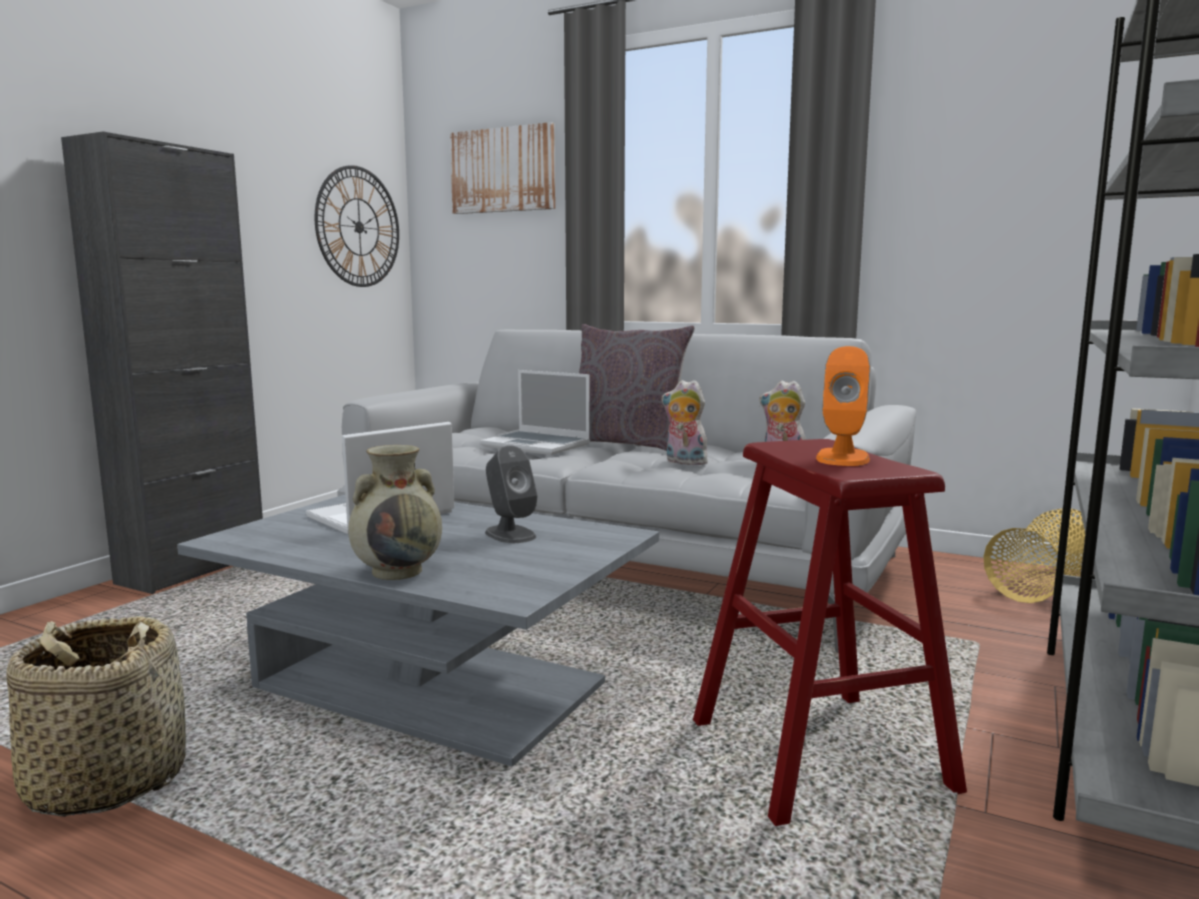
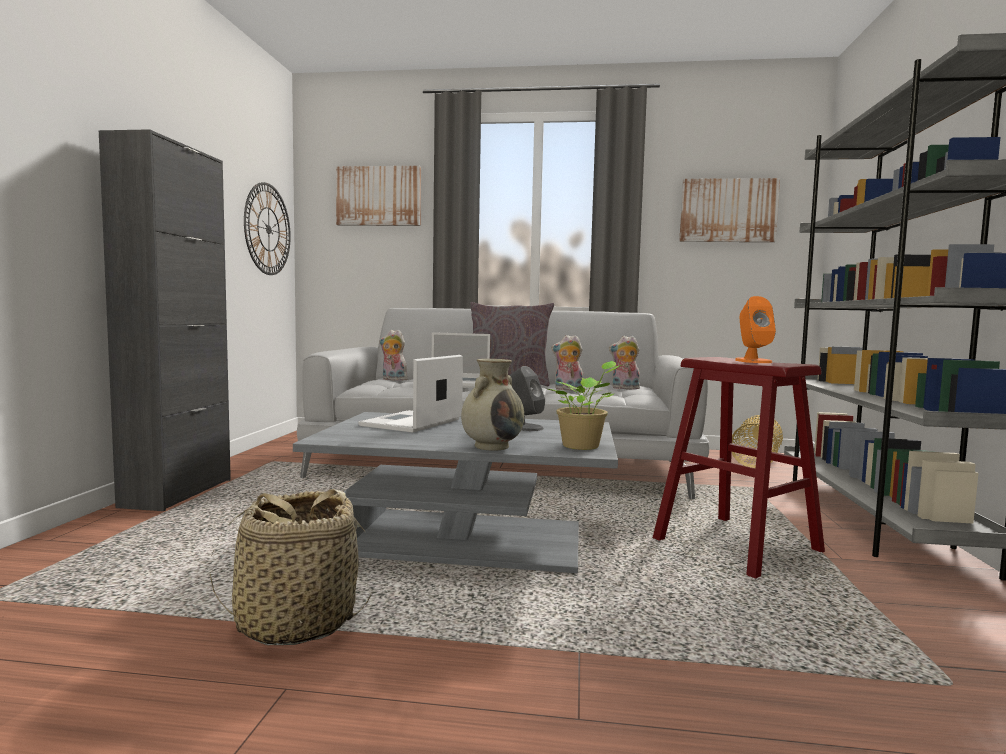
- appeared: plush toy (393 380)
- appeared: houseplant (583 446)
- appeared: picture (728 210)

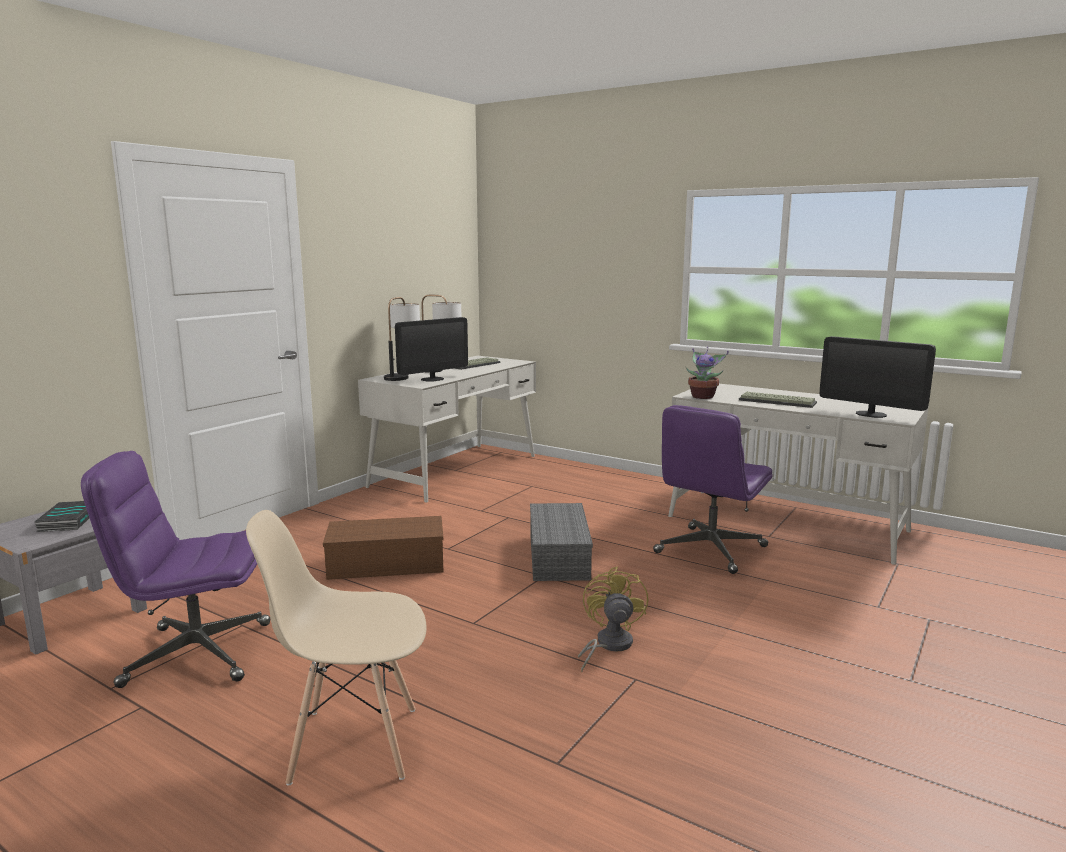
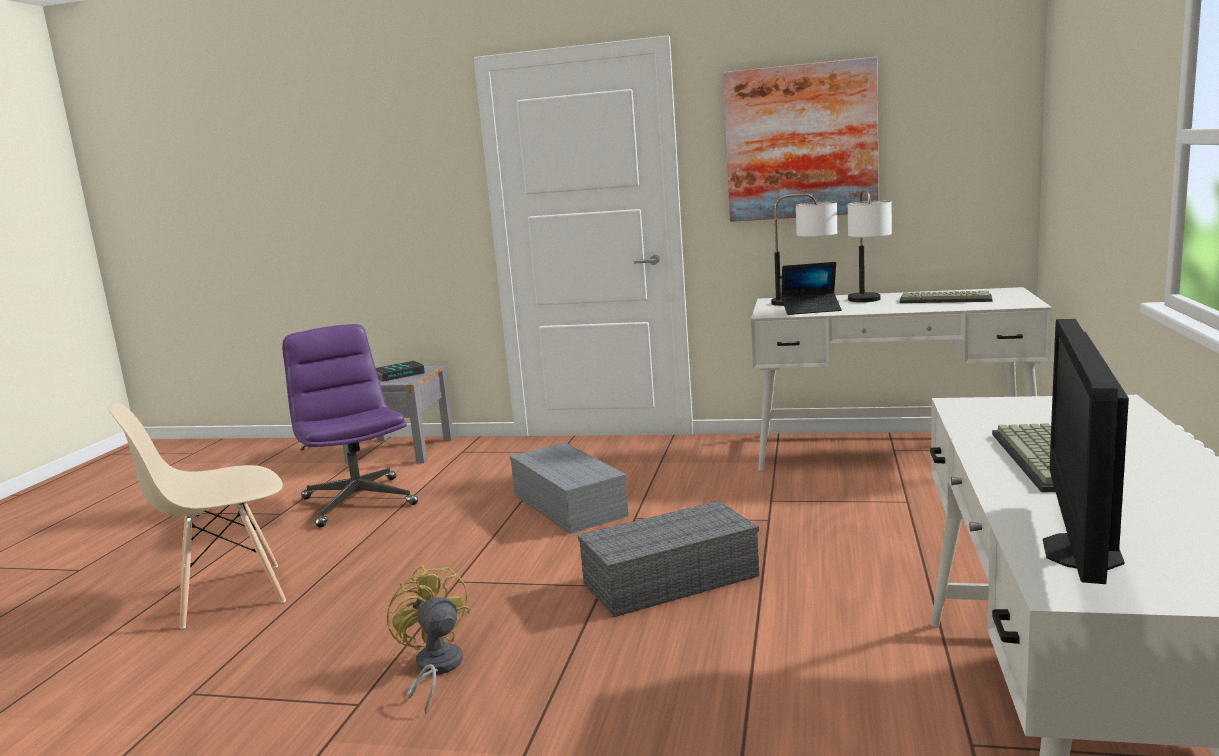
- spun: beige-coloured upright chair (353 744) = (230 595) 90 degrees counterclockwise
- colour: brown-coloured storage container (384 564) to gray storage container (566 505)
- exchanged: computer display (432 379) to portable computer (811 310)
- spun: yellow electric fan (608 645) = (435 669) 105 degrees counterclockwise
- missing: purplish computer chair (710 550)
- missing: houseplant (703 396)
- appeared: picture (800 142)

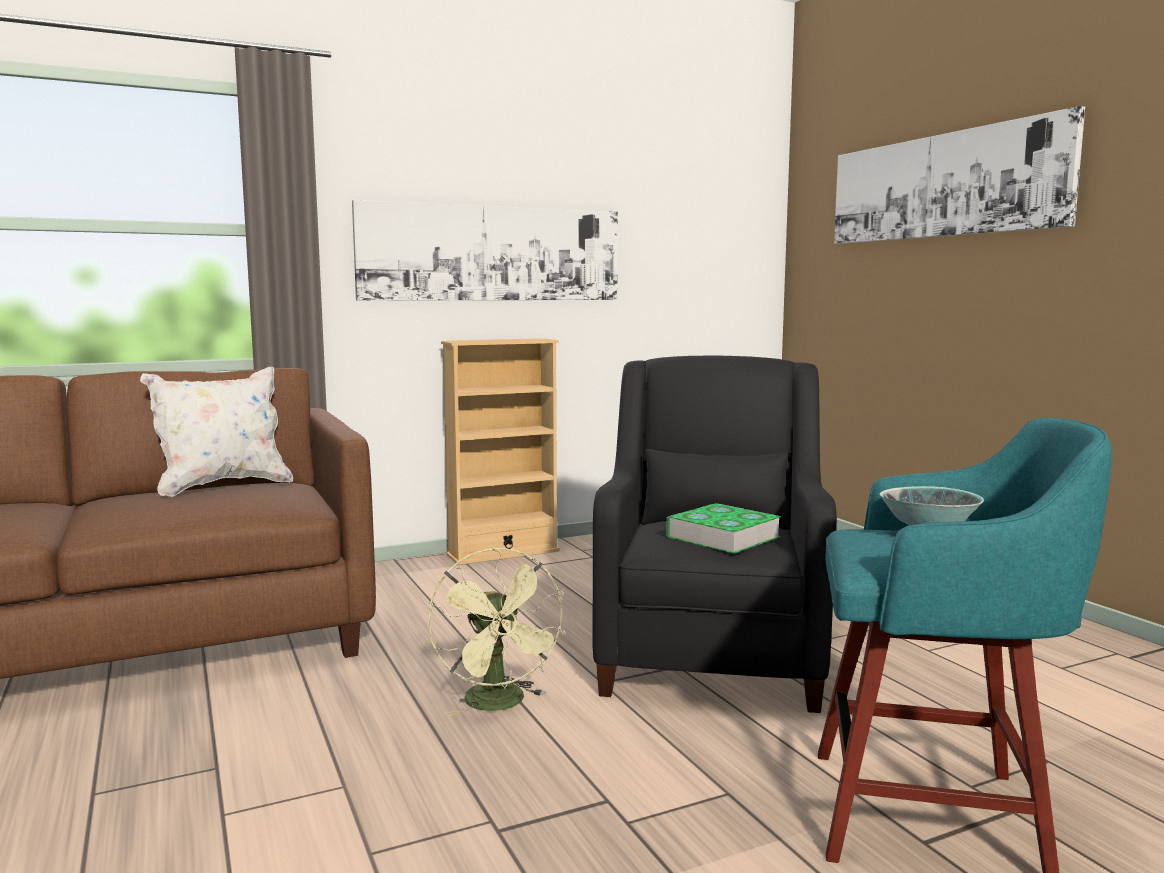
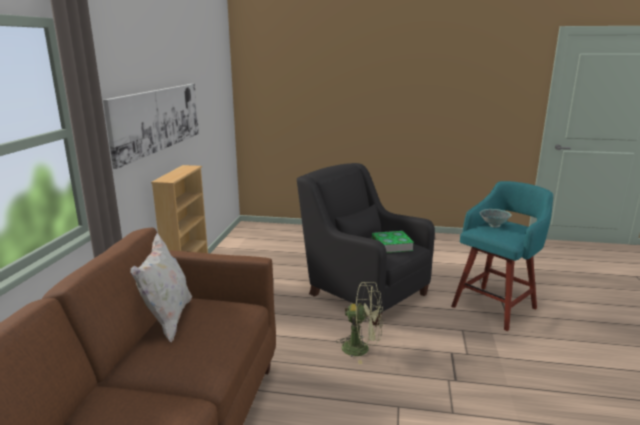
- missing: picture (942 186)

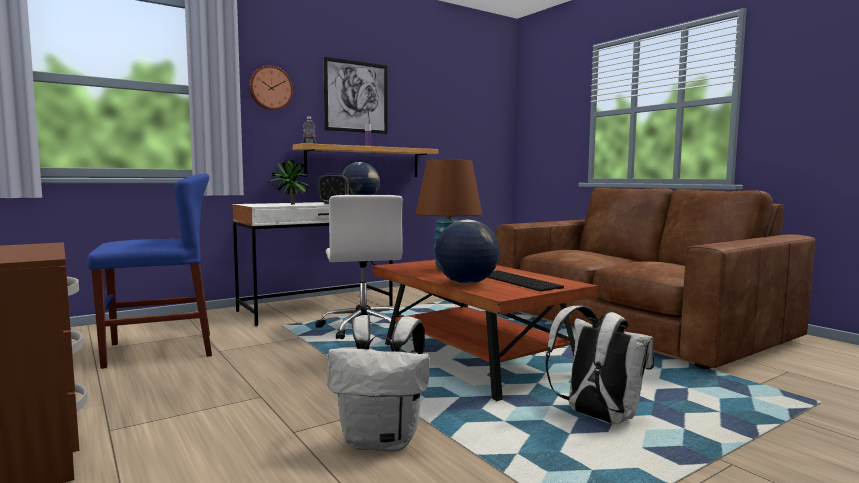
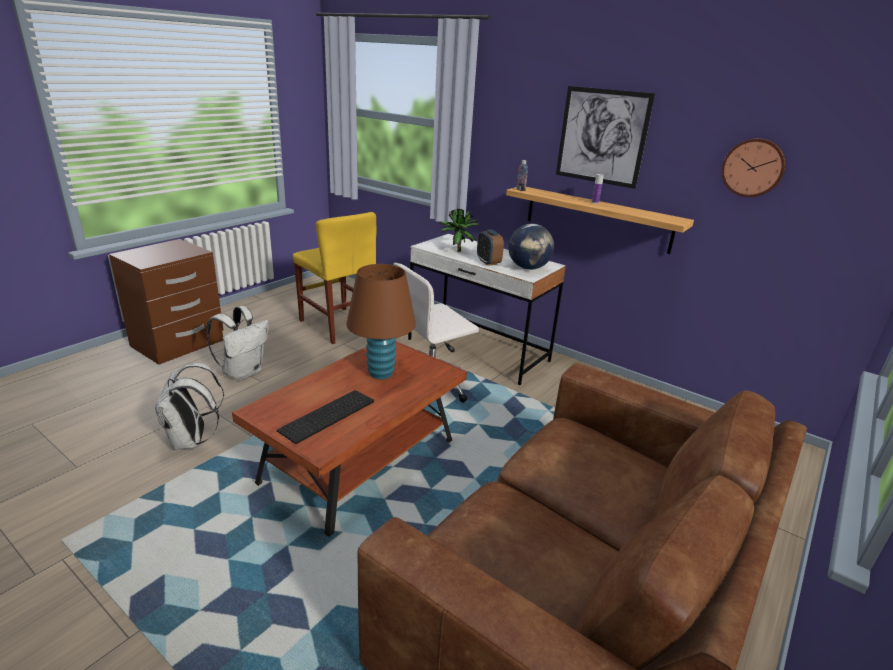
- colour: bluish upright chair (160 350) to yellow upright chair (338 325)
- relocated: wall clock (270 88) to (753 167)
- missing: globe (466 283)
- relocated: white-coloured backpack (597 417) to (243 372)

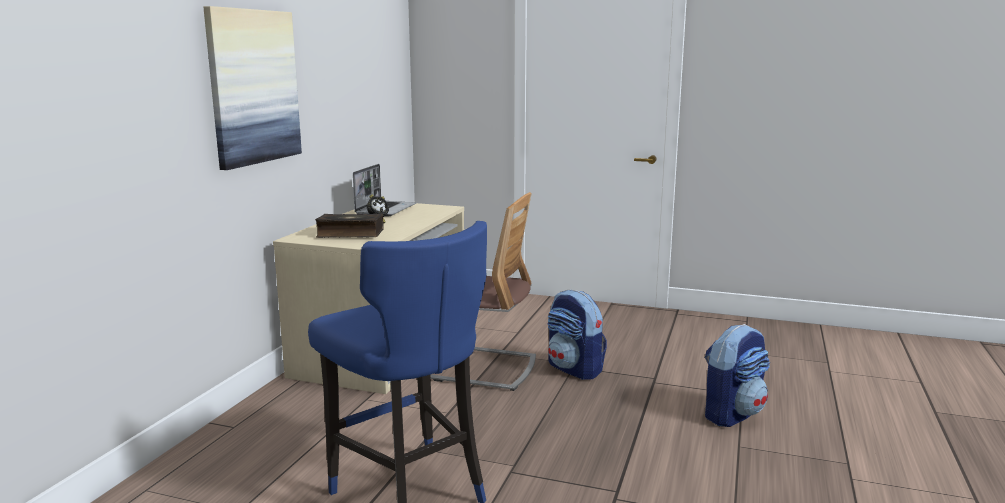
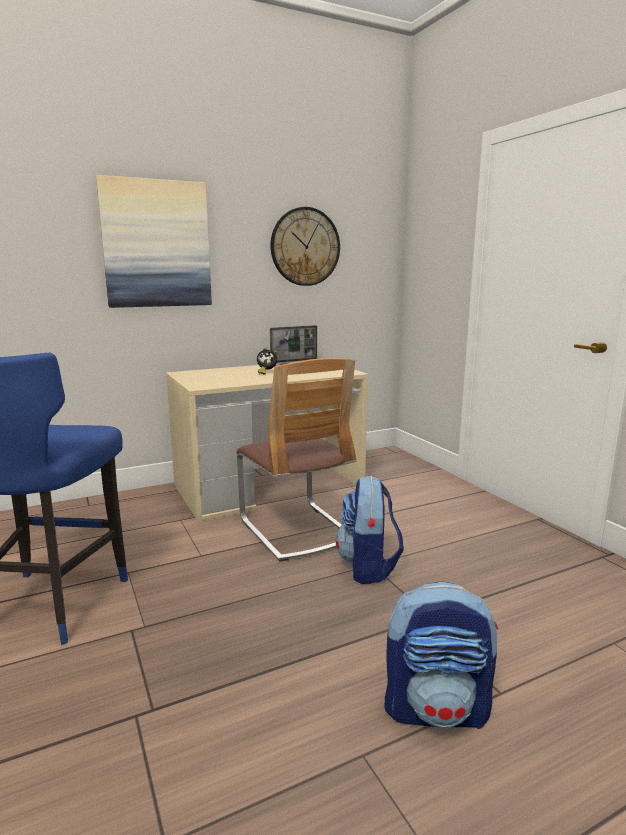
- missing: book (350 234)
- appeared: wall clock (305 247)

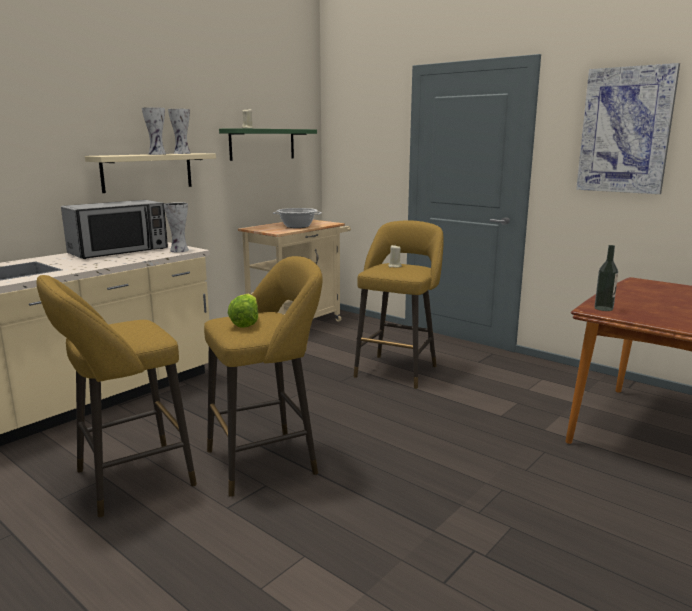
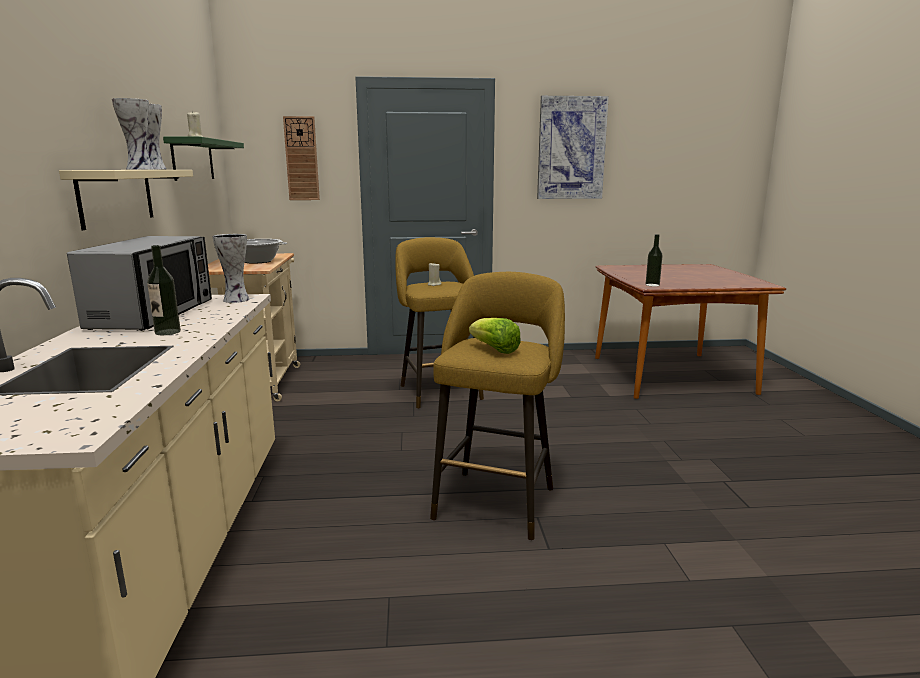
- missing: yellow sitting stool (127 480)
- appeared: drink bottle (167 332)
- appeared: wall clock (301 159)

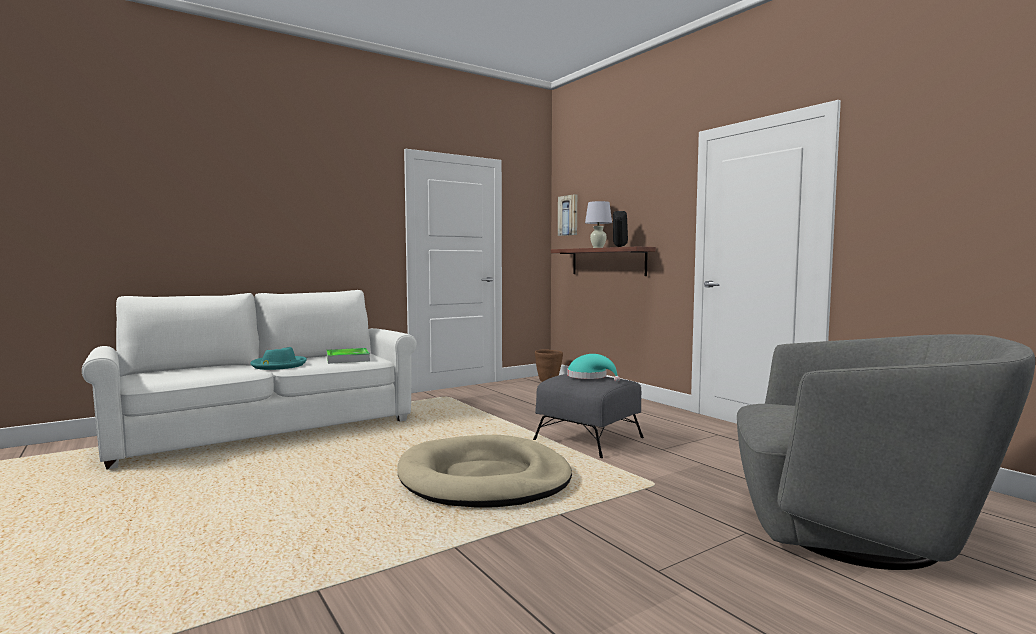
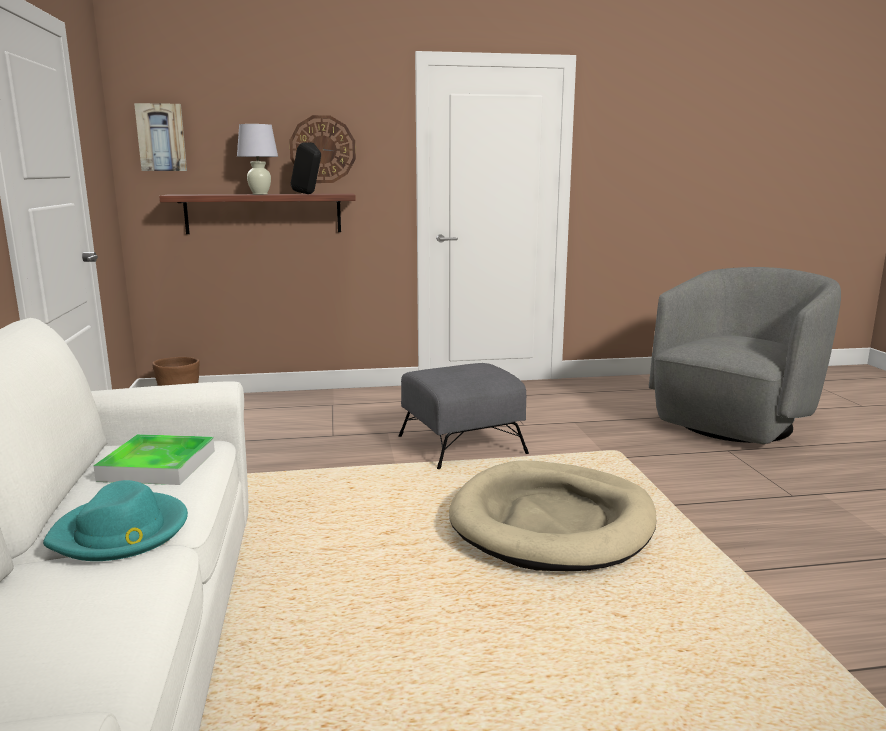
- missing: turquoise-coloured clothing hat (590 377)
- appeared: wall clock (322 149)

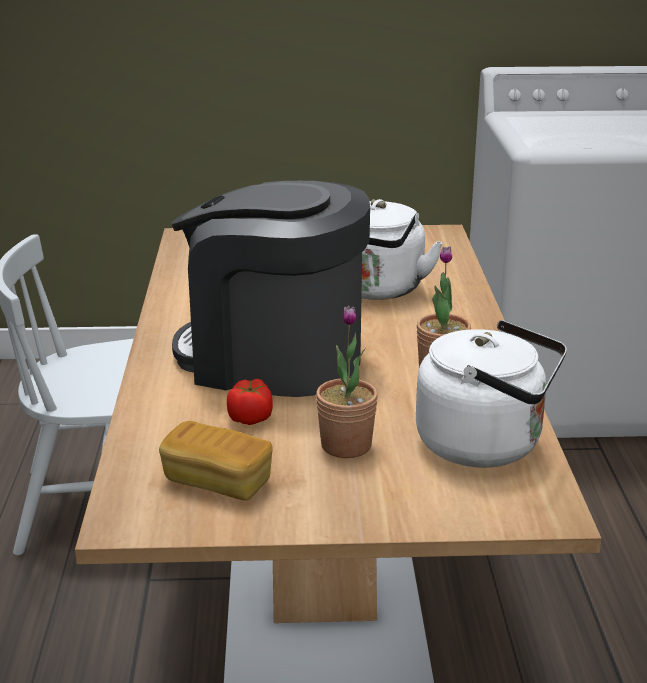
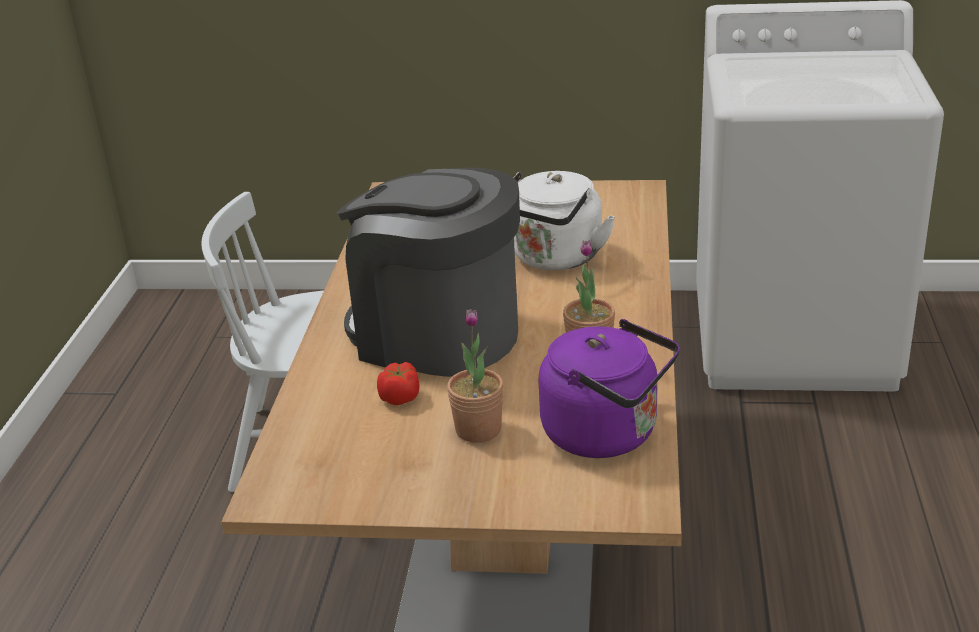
- missing: bread (217 481)
- colour: white-coloured tea kettle (487 445) to purplish tea kettle (607 434)

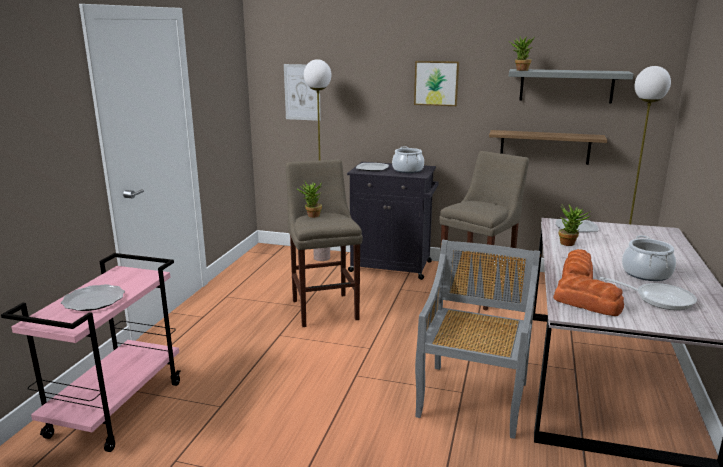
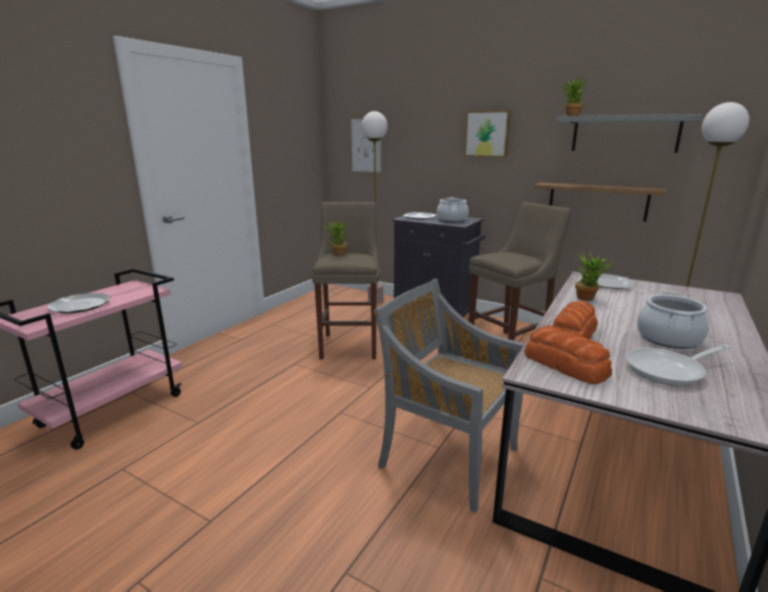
- spun: gray upright chair (472 398) = (447 456) 90 degrees counterclockwise
- spun: pan (658 299) = (669 370) 120 degrees clockwise

